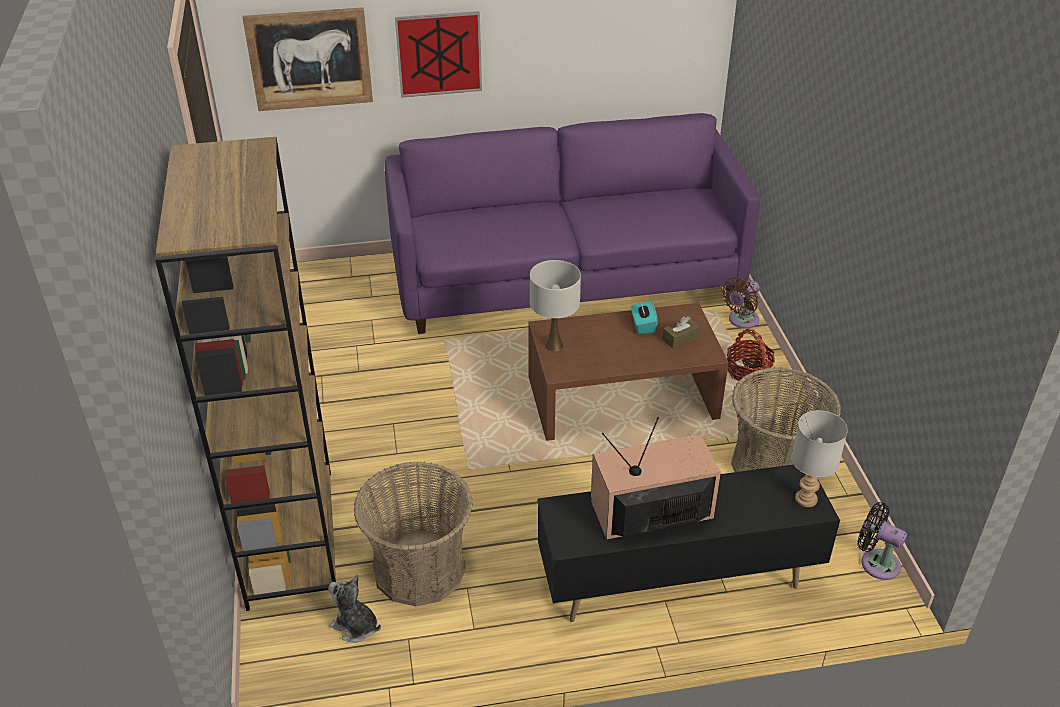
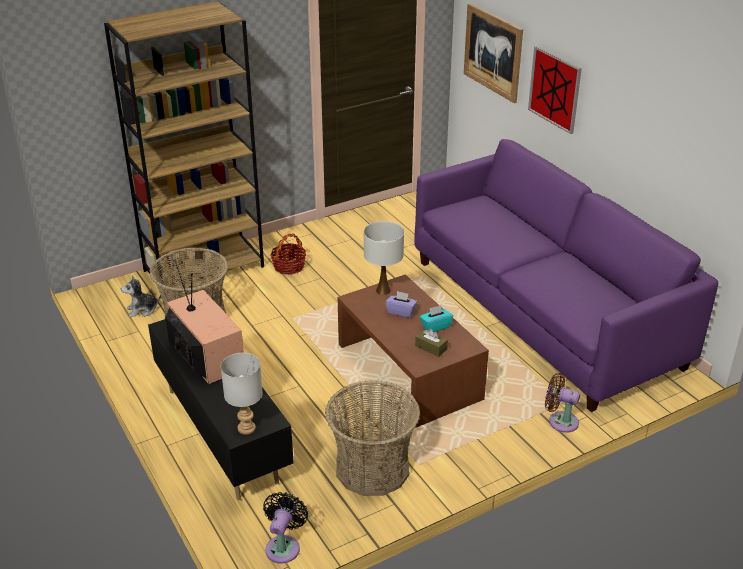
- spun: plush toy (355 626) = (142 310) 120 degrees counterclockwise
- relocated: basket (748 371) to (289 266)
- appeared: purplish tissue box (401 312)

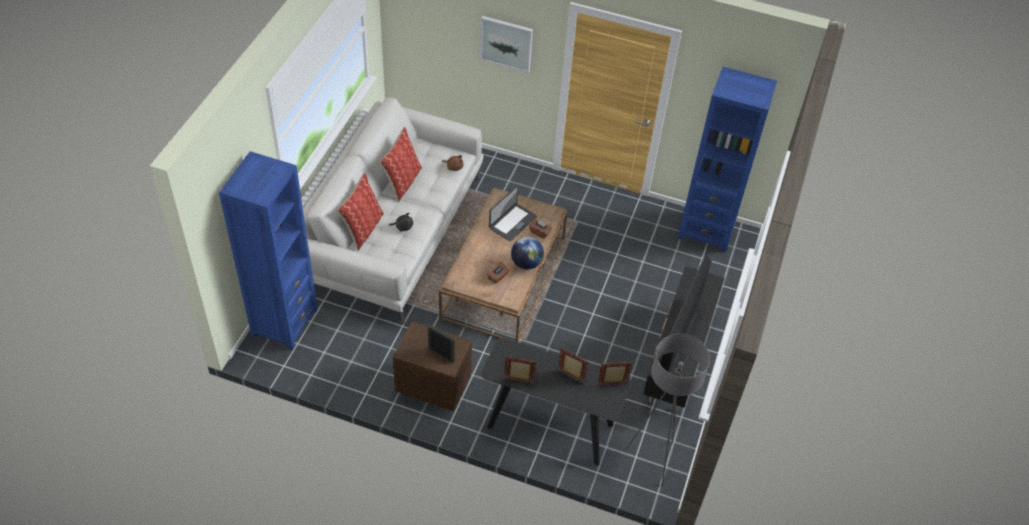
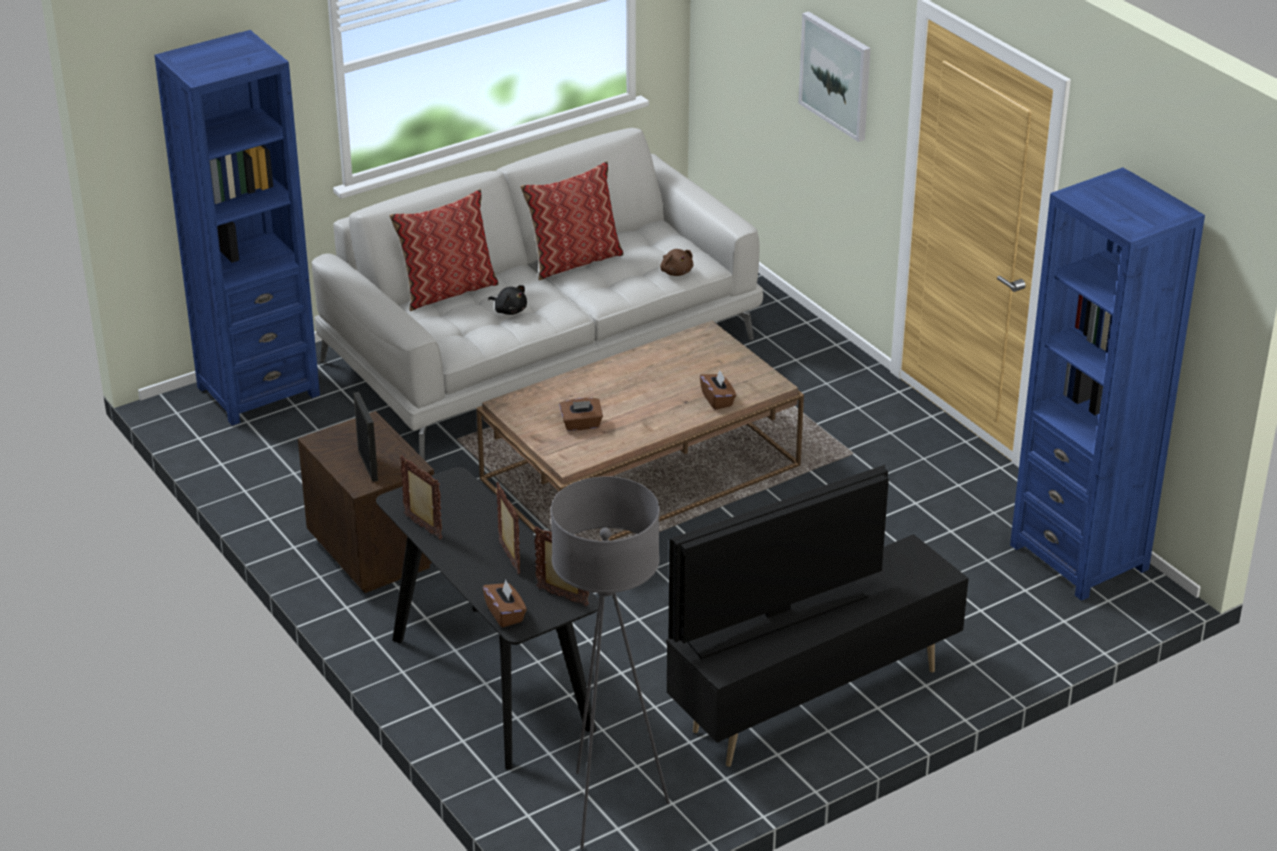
- missing: portable computer (512 222)
- missing: globe (526 263)
- appeared: brown-coloured tissue box (505 614)

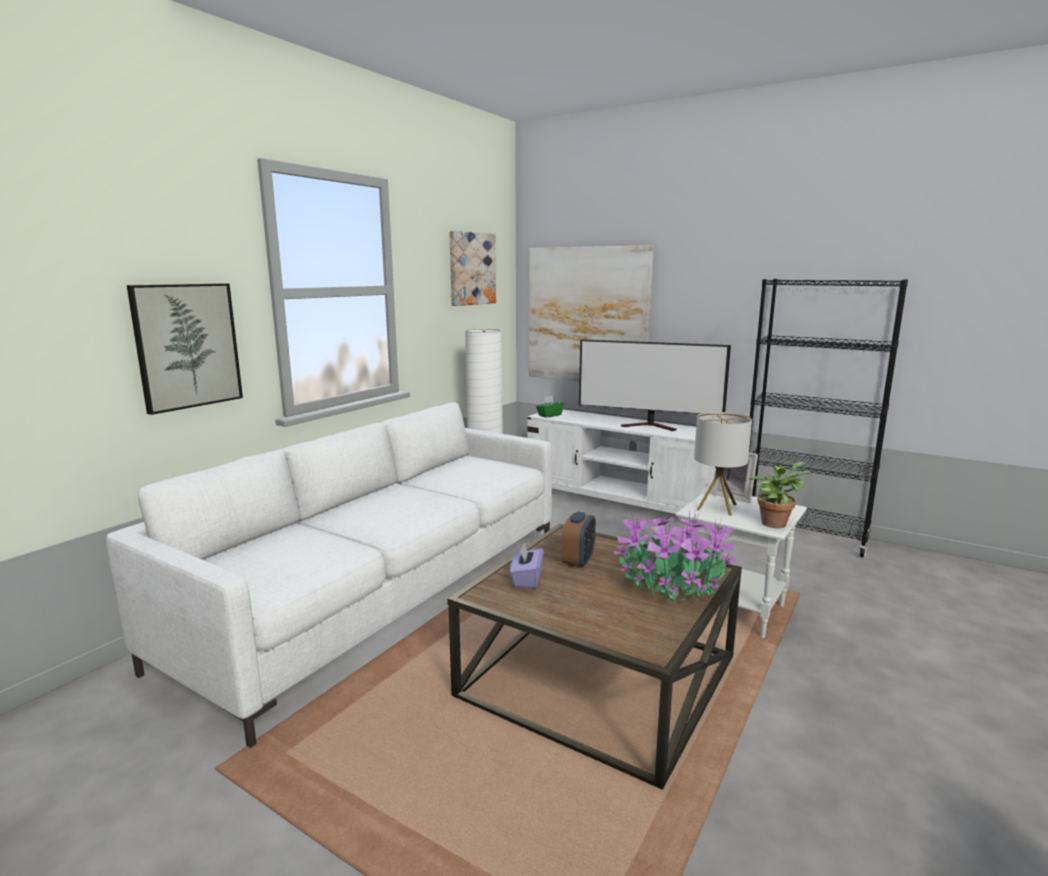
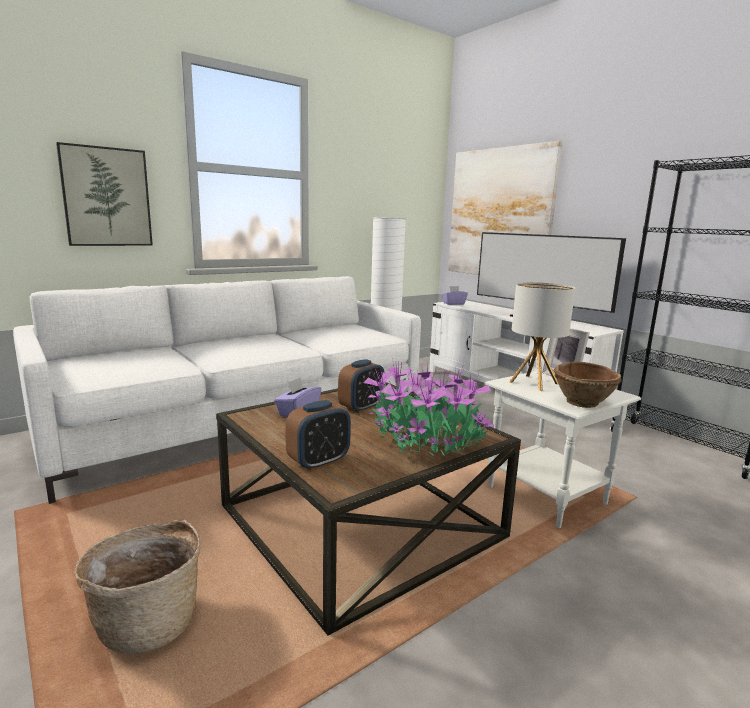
- missing: picture (471 269)
- colour: green-coloured tissue box (549 415) to purplish tissue box (453 304)
- exchanged: houseplant (774 522) to brown-coloured bowl (583 403)
- appeared: basket (149 621)
- appeared: alarm clock (318 462)

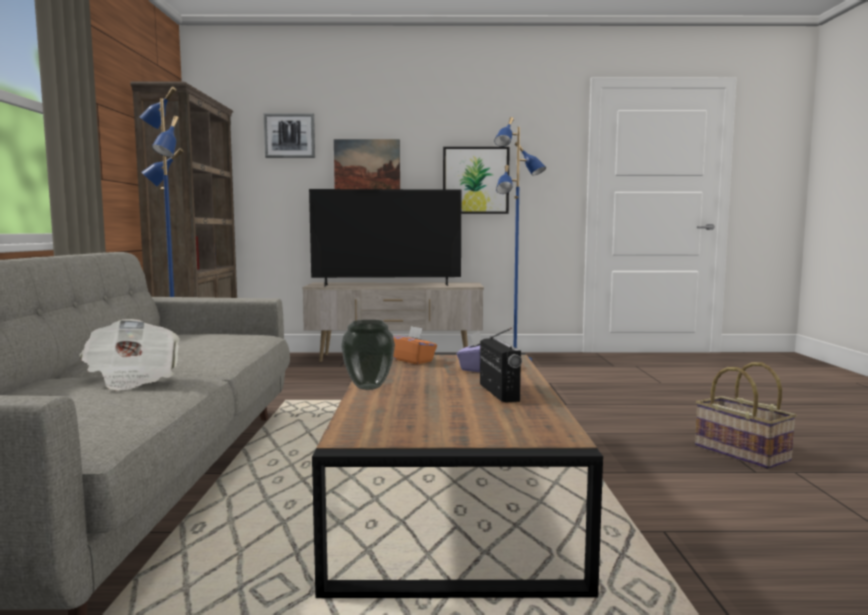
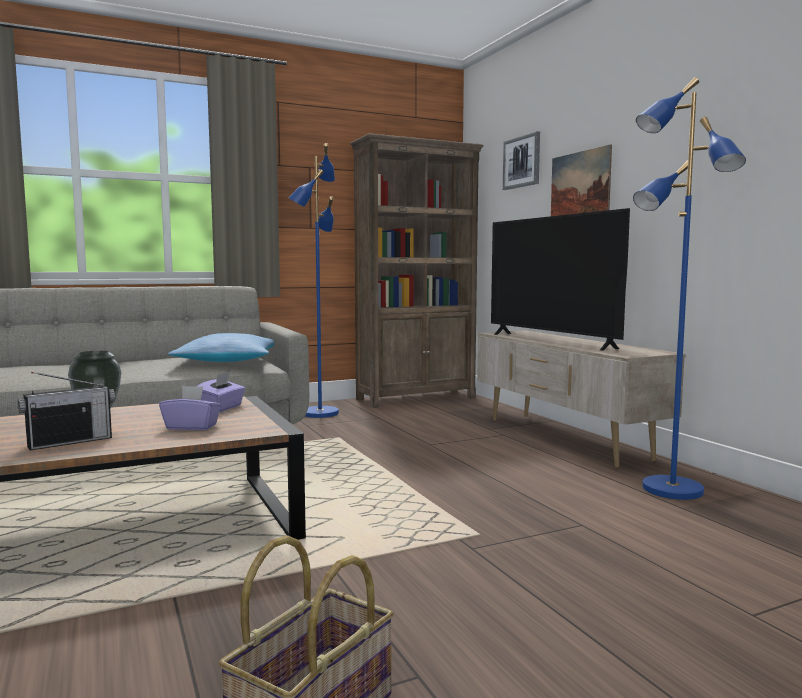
- missing: printed paper (132 378)
- colour: orange-coloured tissue box (413 360) to purplish tissue box (221 408)
- missing: picture (475 180)
- appeared: pillow (227 361)

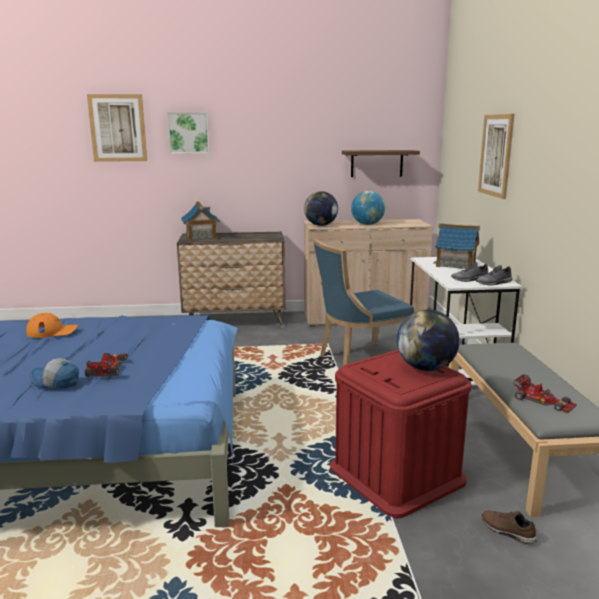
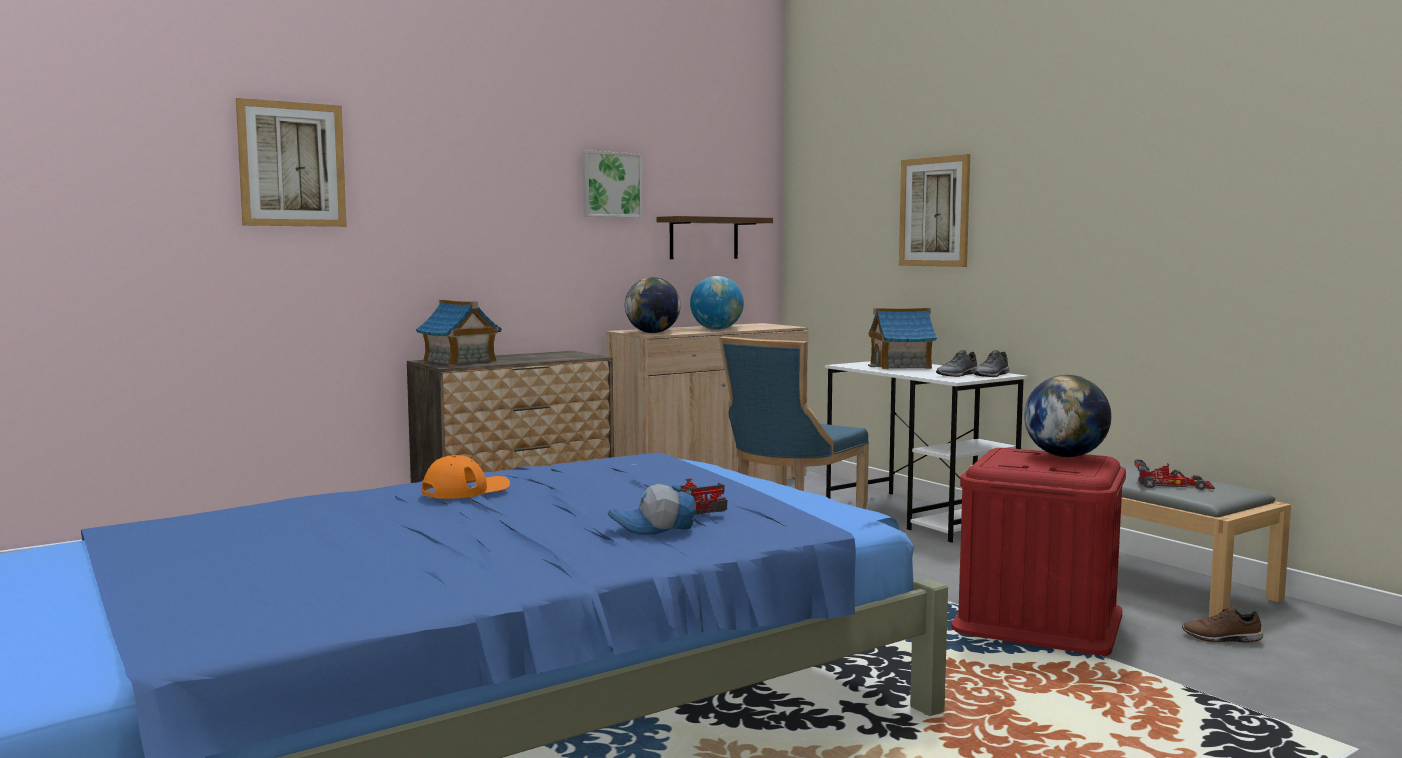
- relocated: picture (189 133) to (611 185)

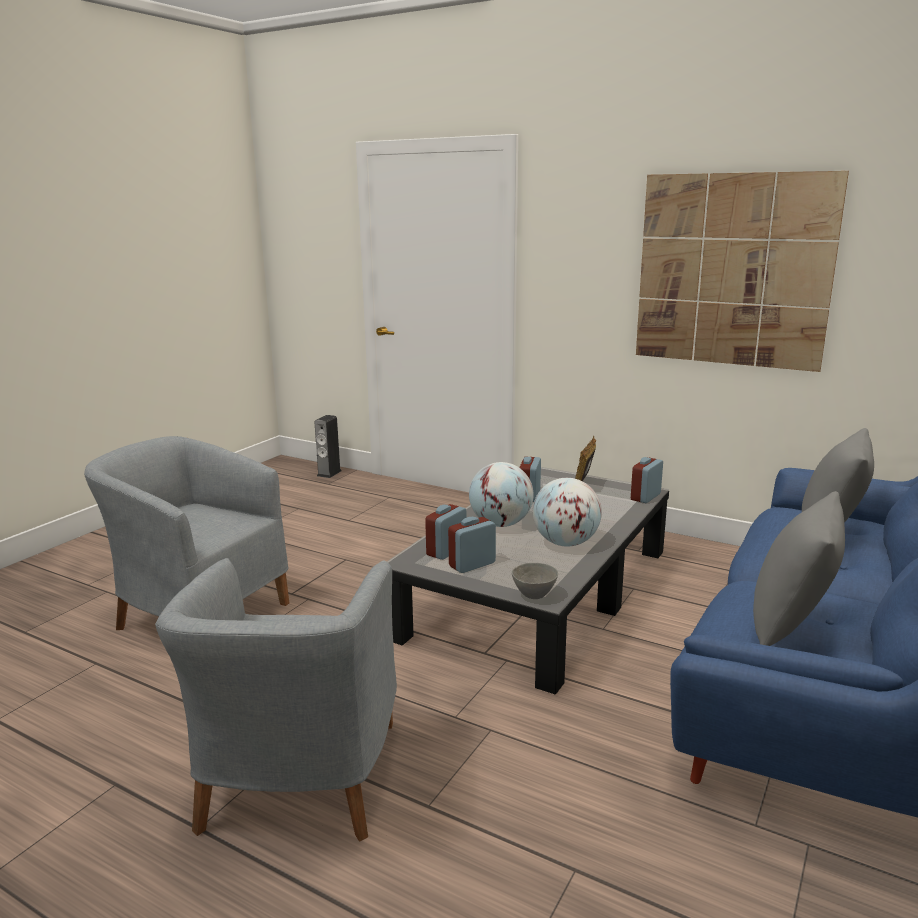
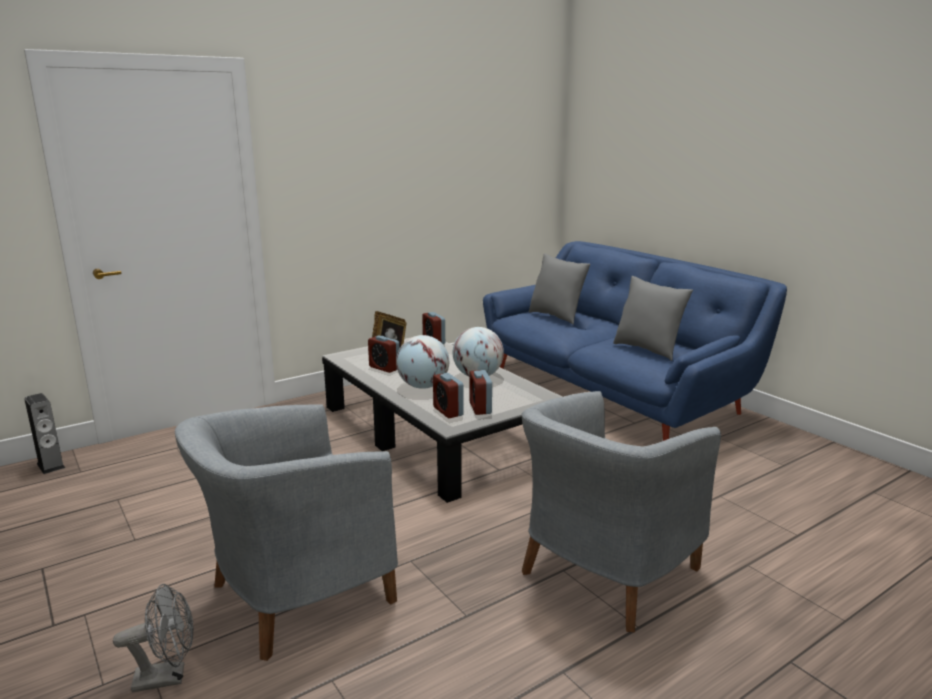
- spun: gray lounge chair (297 781) = (605 573) 105 degrees clockwise
- missing: gray bowl (534 596)
- missing: picture (732 271)
- appeared: gray electric fan (168 677)

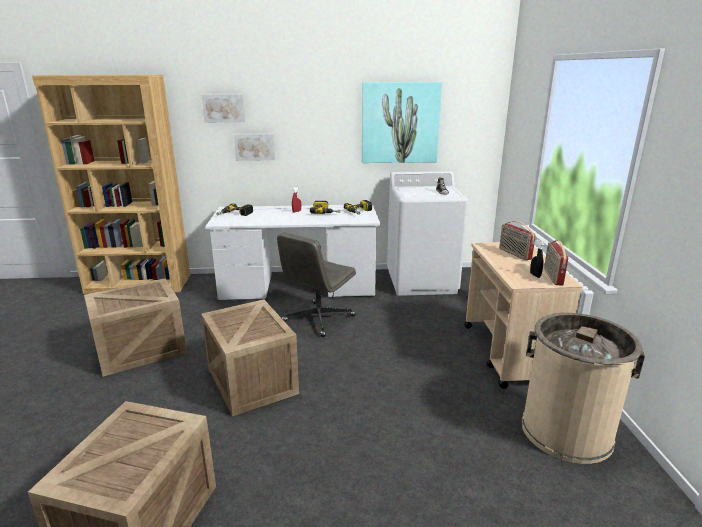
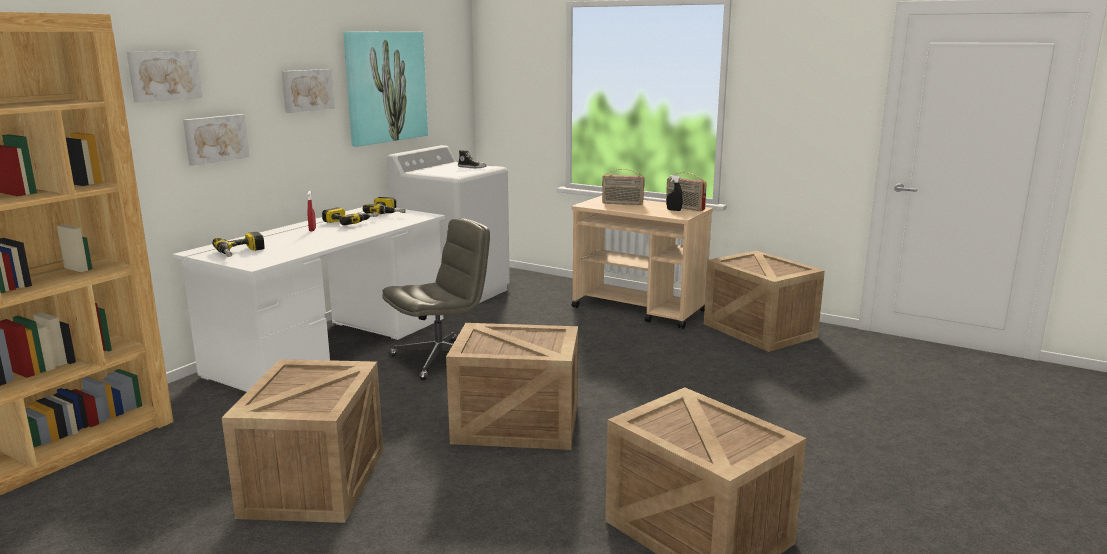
- spun: gray computer chair (318 319) = (440 359) 105 degrees counterclockwise
- exchanged: beige-coloured rubbish bin (566 431) to crate (757 330)
- appeared: picture (306 90)

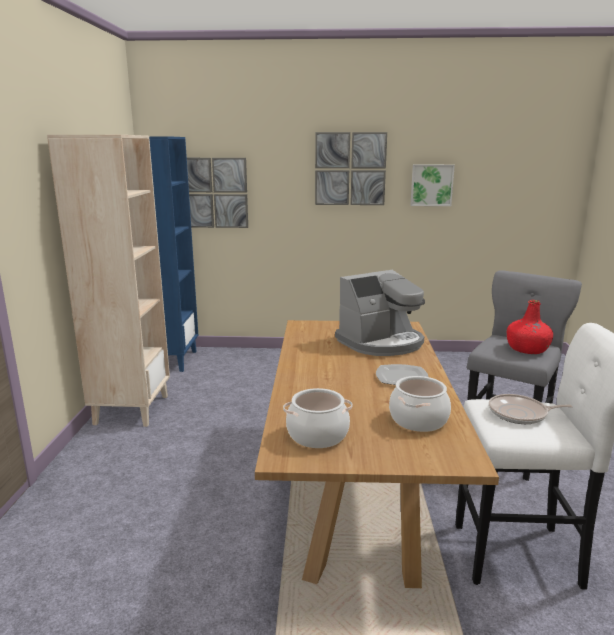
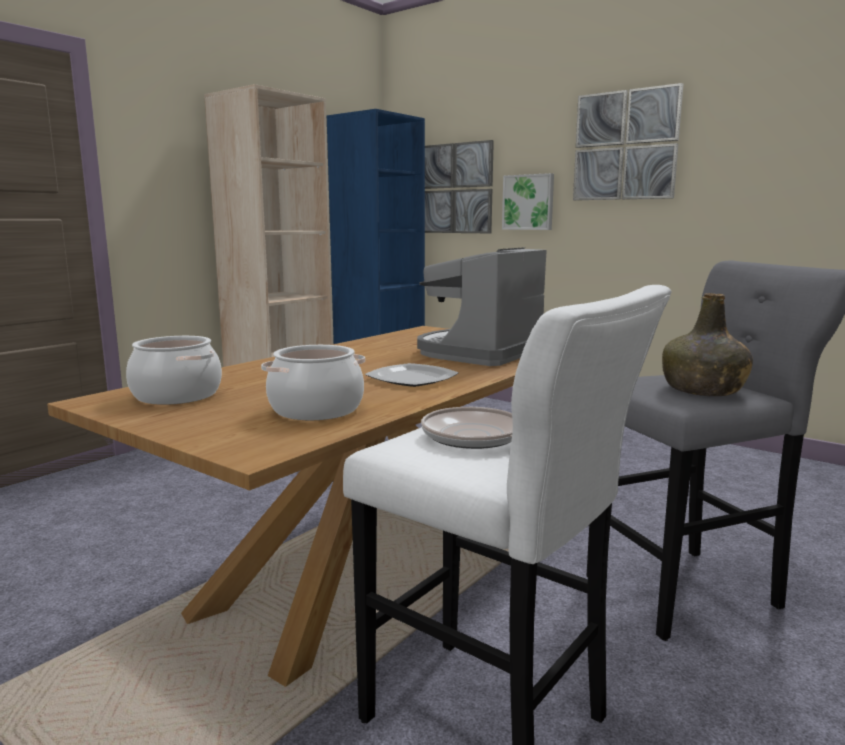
- spun: coffee brewer (381 343) = (479 352) 120 degrees clockwise
- relocated: picture (431 185) to (528 202)
- colour: reddish drink bottle (527 349) to green-coloured drink bottle (703 390)

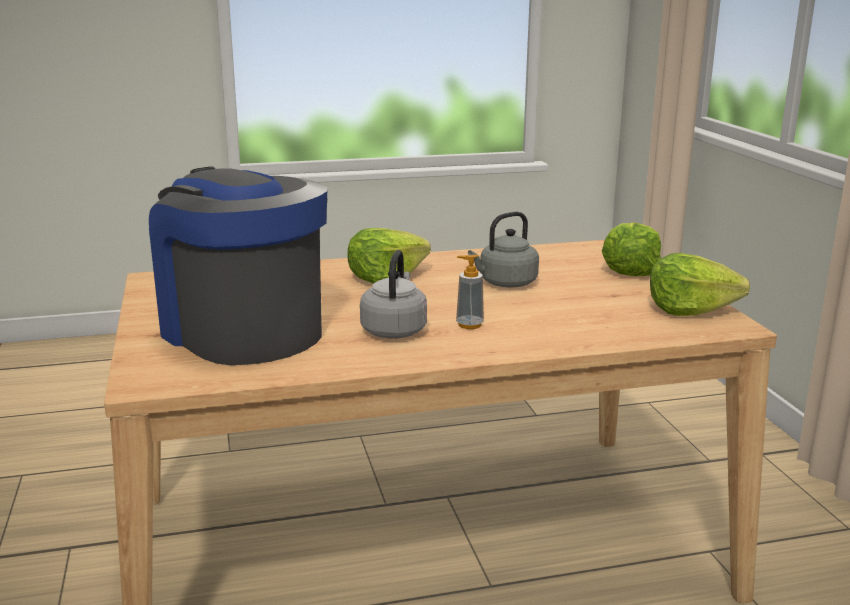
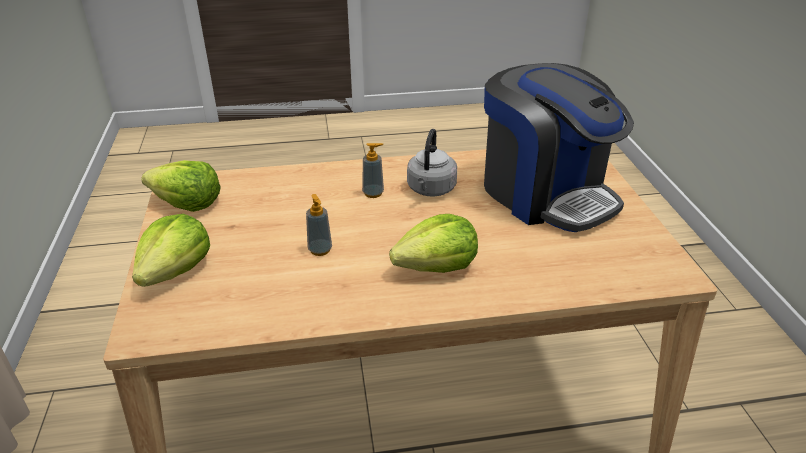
- exchanged: gray tea kettle (505 283) to soap dispenser (320 250)

